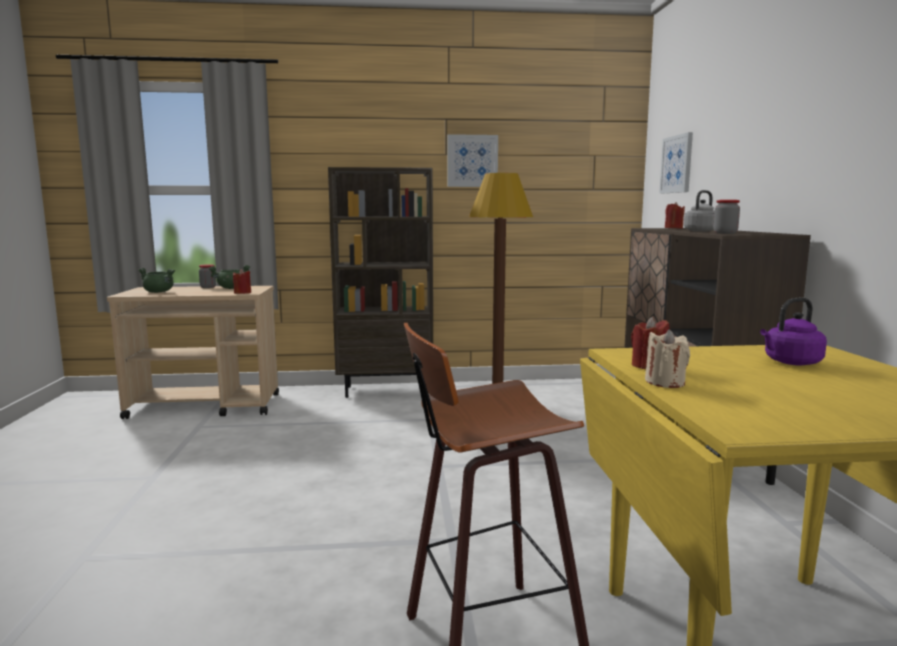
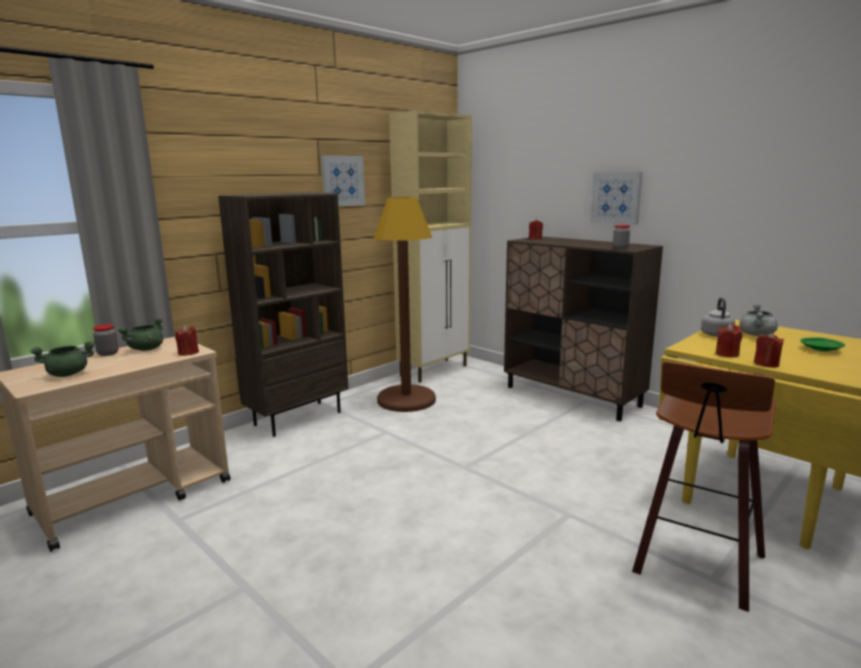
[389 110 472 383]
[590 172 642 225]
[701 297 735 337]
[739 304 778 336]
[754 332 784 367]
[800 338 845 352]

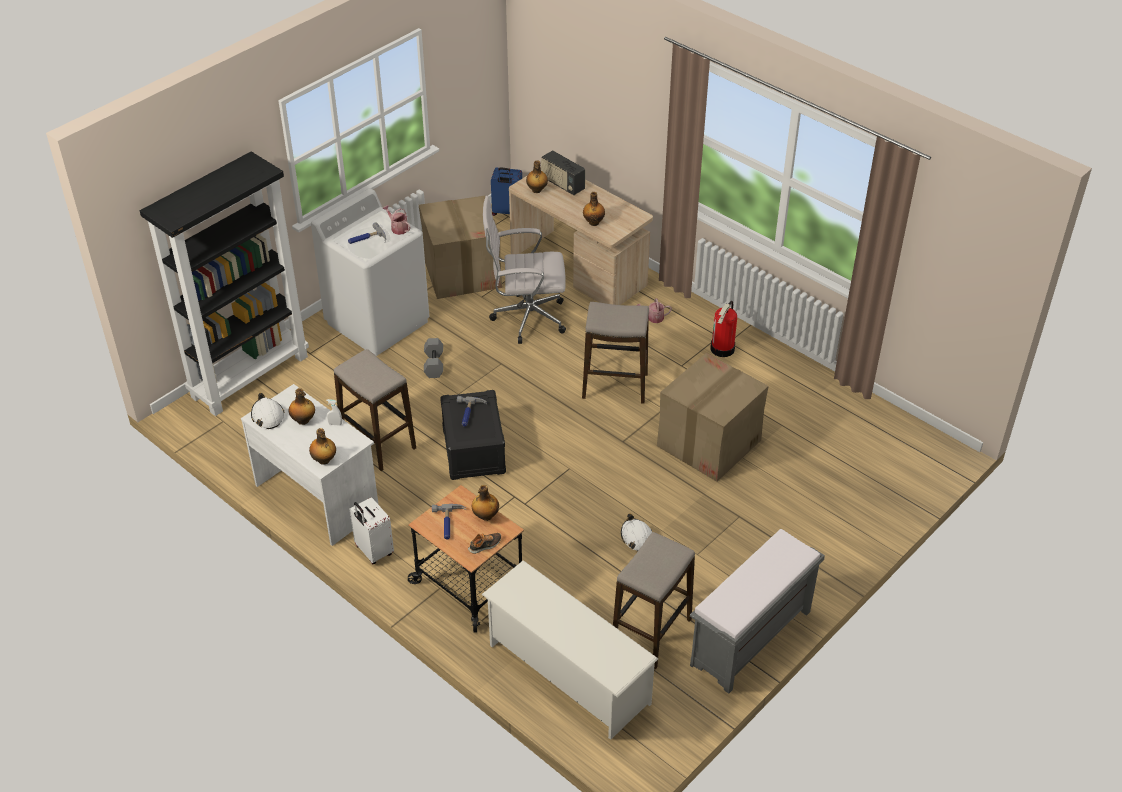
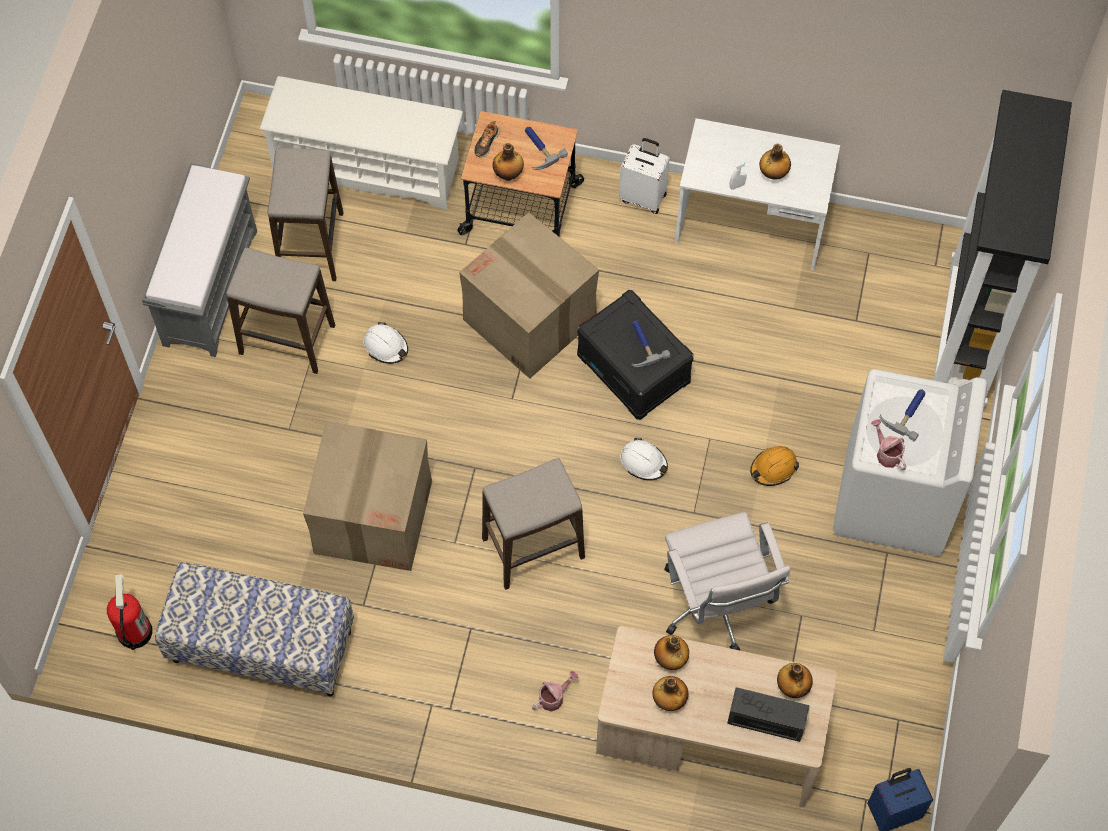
[107 574 153 650]
[155 562 354 697]
[226 248 335 374]
[459 212 599 379]
[620 438 668 480]
[652 676 689 711]
[664 512 790 651]
[750 446 799 486]
[871 419 906 470]

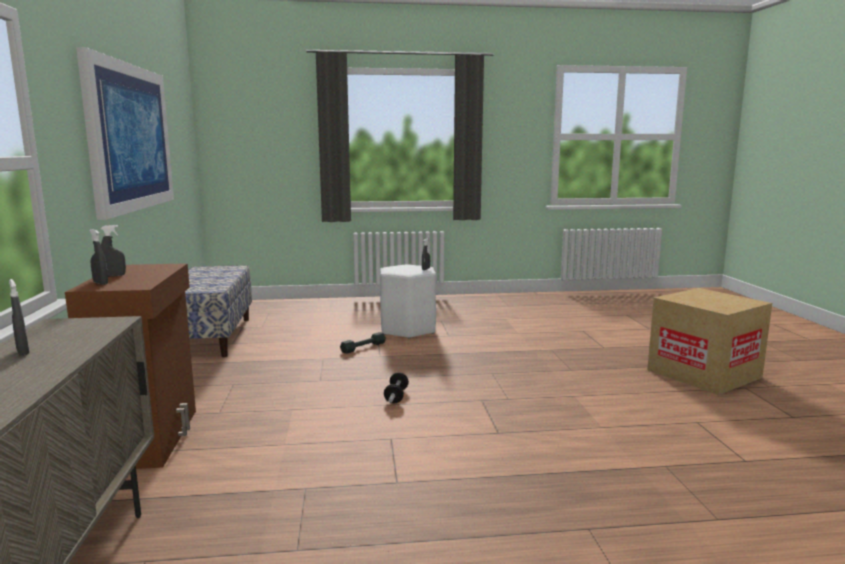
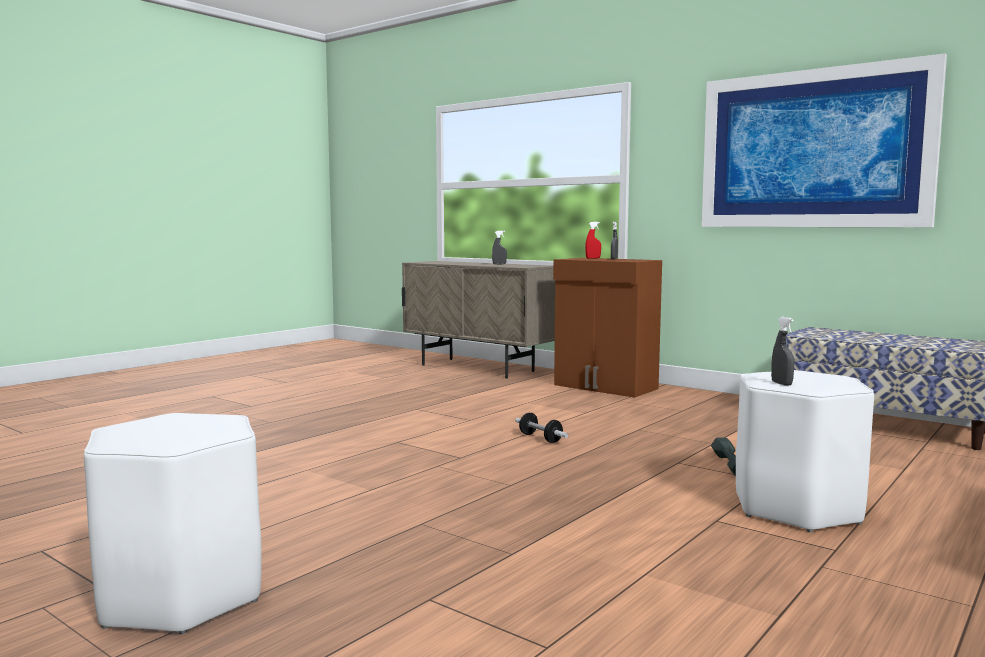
[84 413 262 634]
[585 222 601 258]

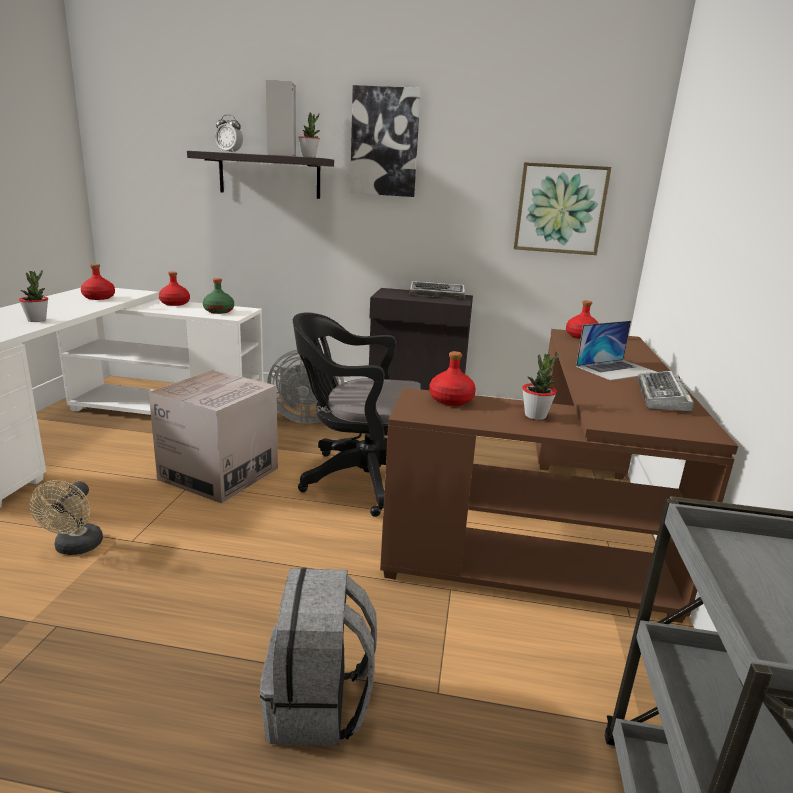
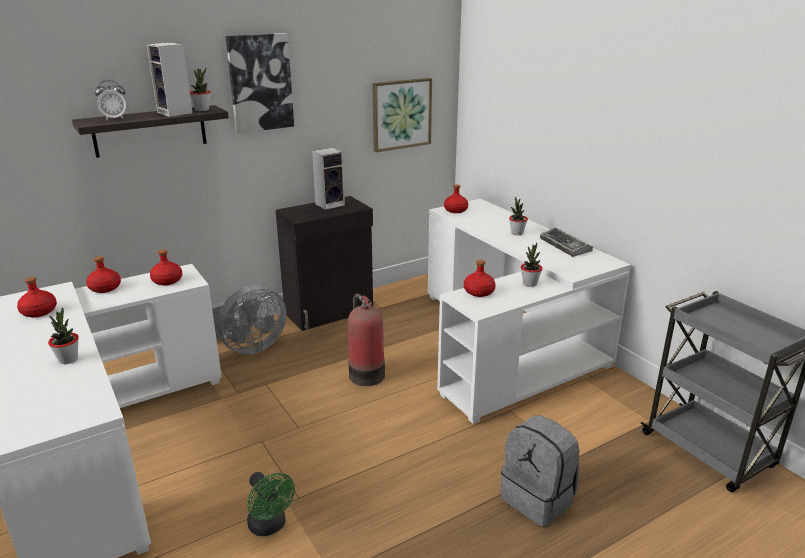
[150 249 182 286]
[247 472 295 536]
[312 148 345 210]
[348 294 385 386]
[428 199 631 424]
[509 197 528 235]
[149 370 278 503] (first image)

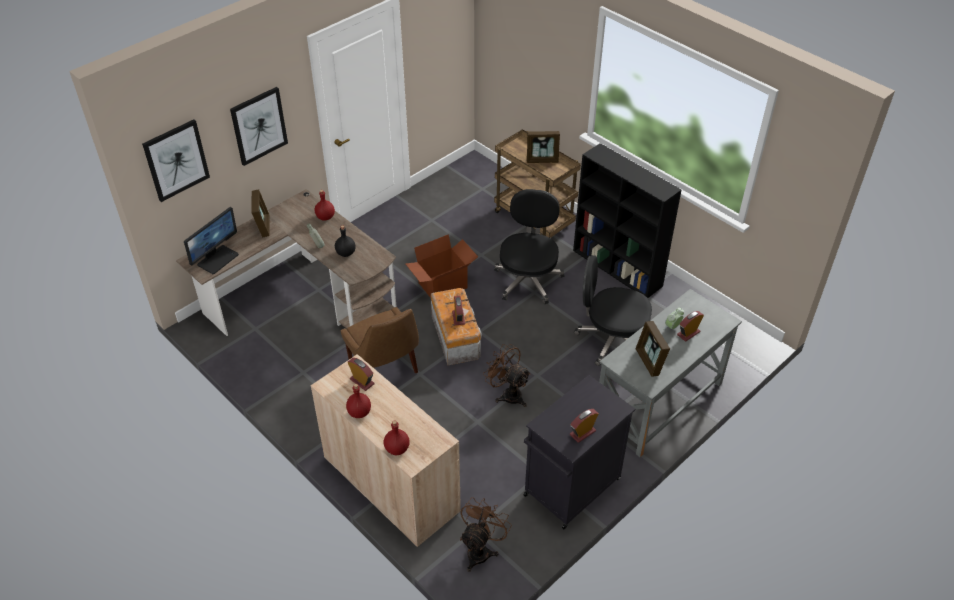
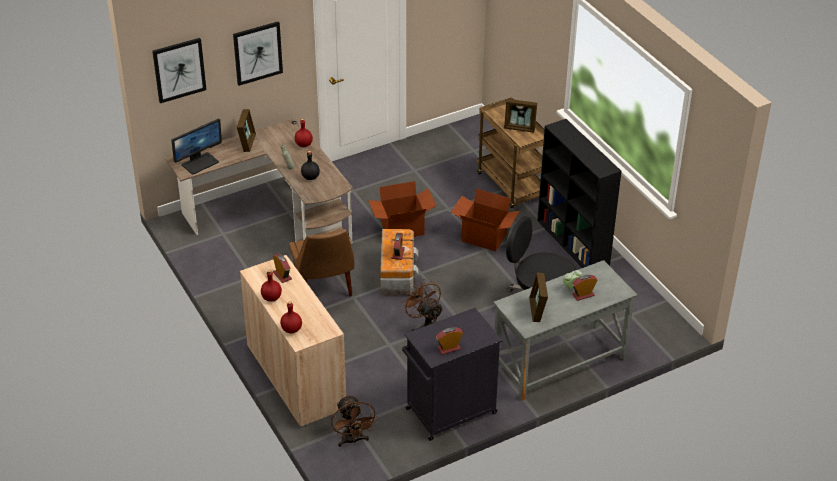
[331 394 378 447]
[451 188 520 251]

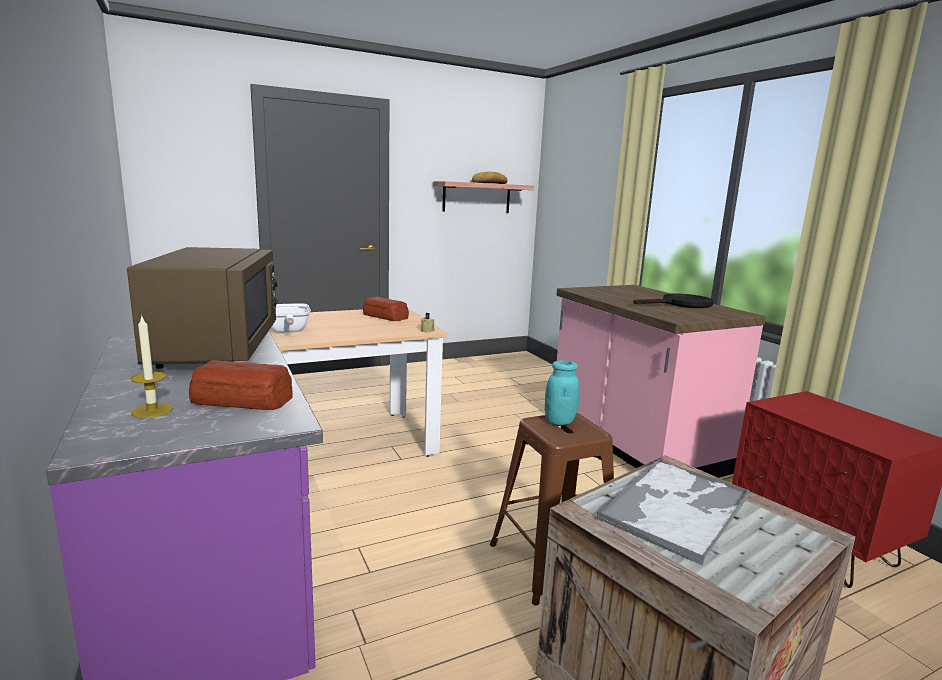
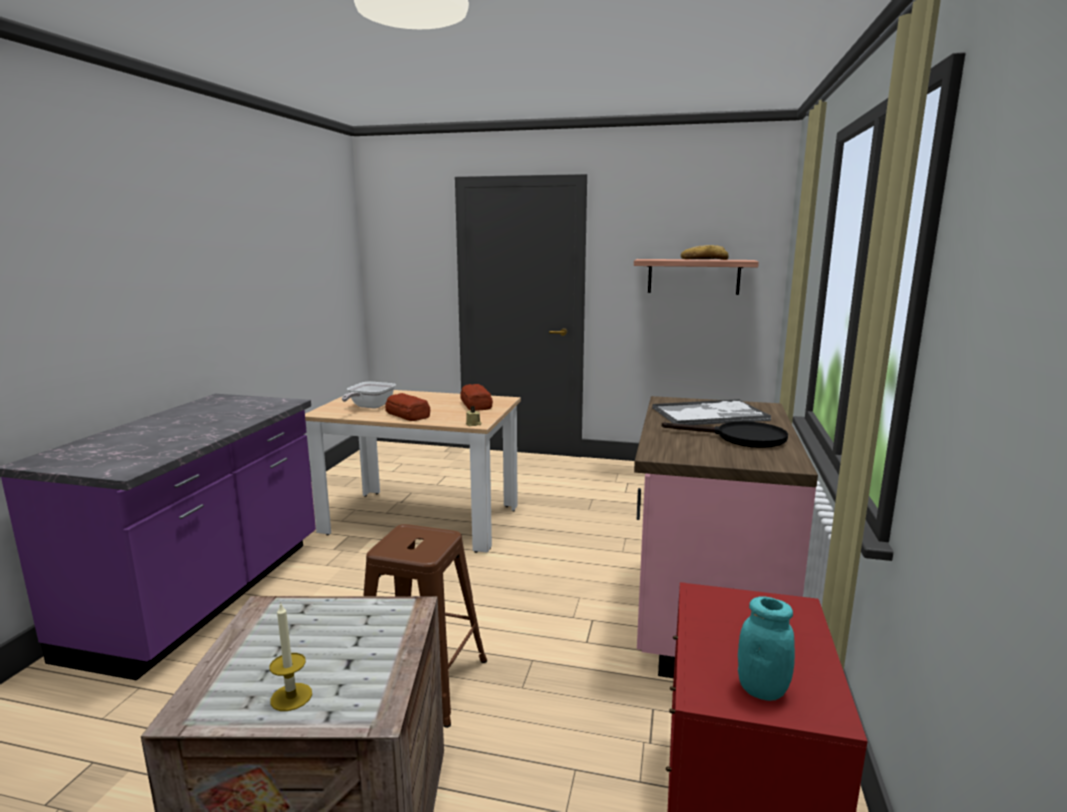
[269 602 312 711]
[385 393 430 421]
[652 399 771 425]
[738 596 795 701]
[127 247 278 368] (first image)

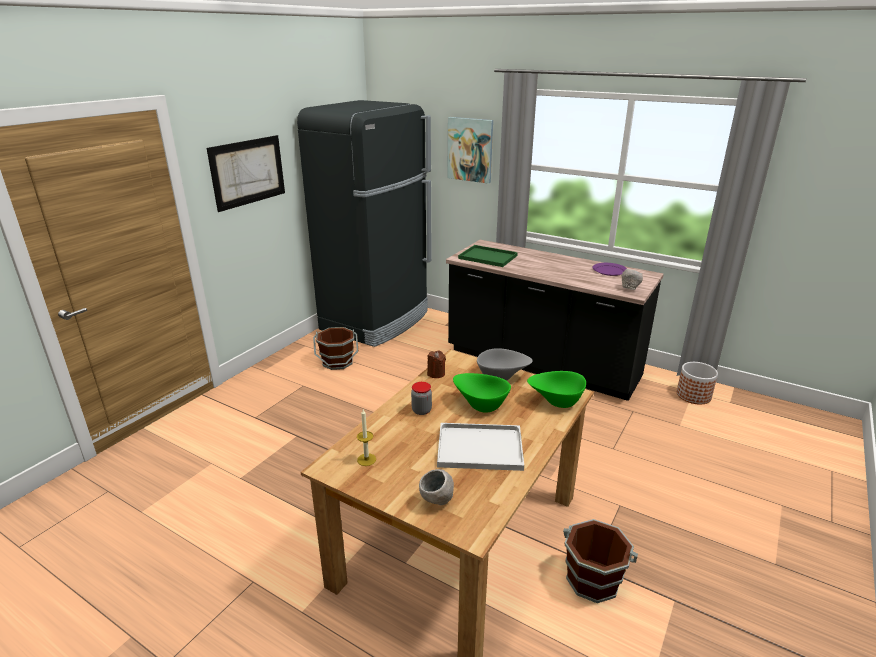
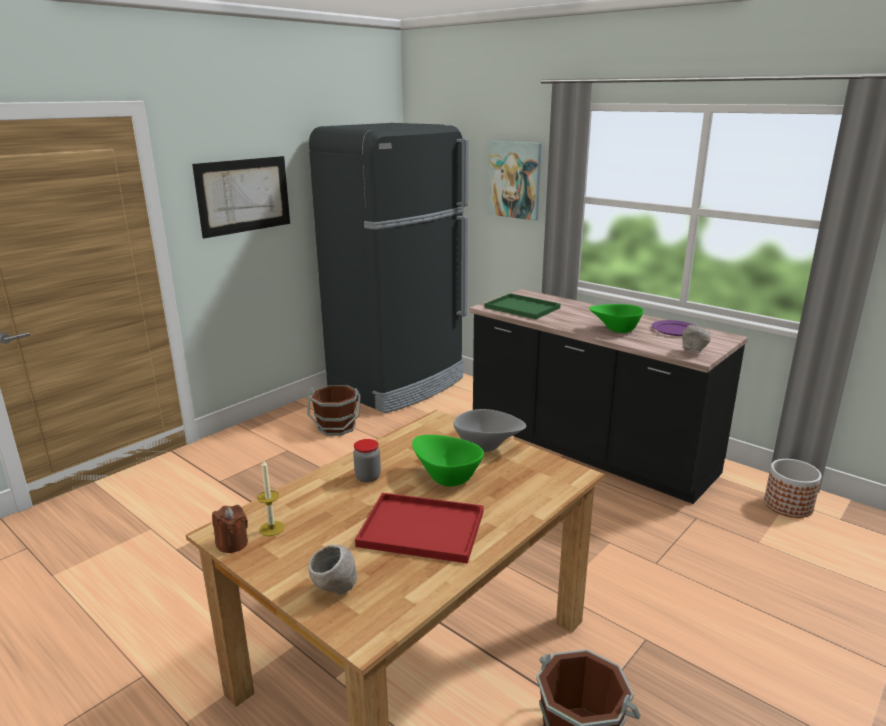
[212 505 248 553]
[355 493 484 563]
[589 304 644 333]

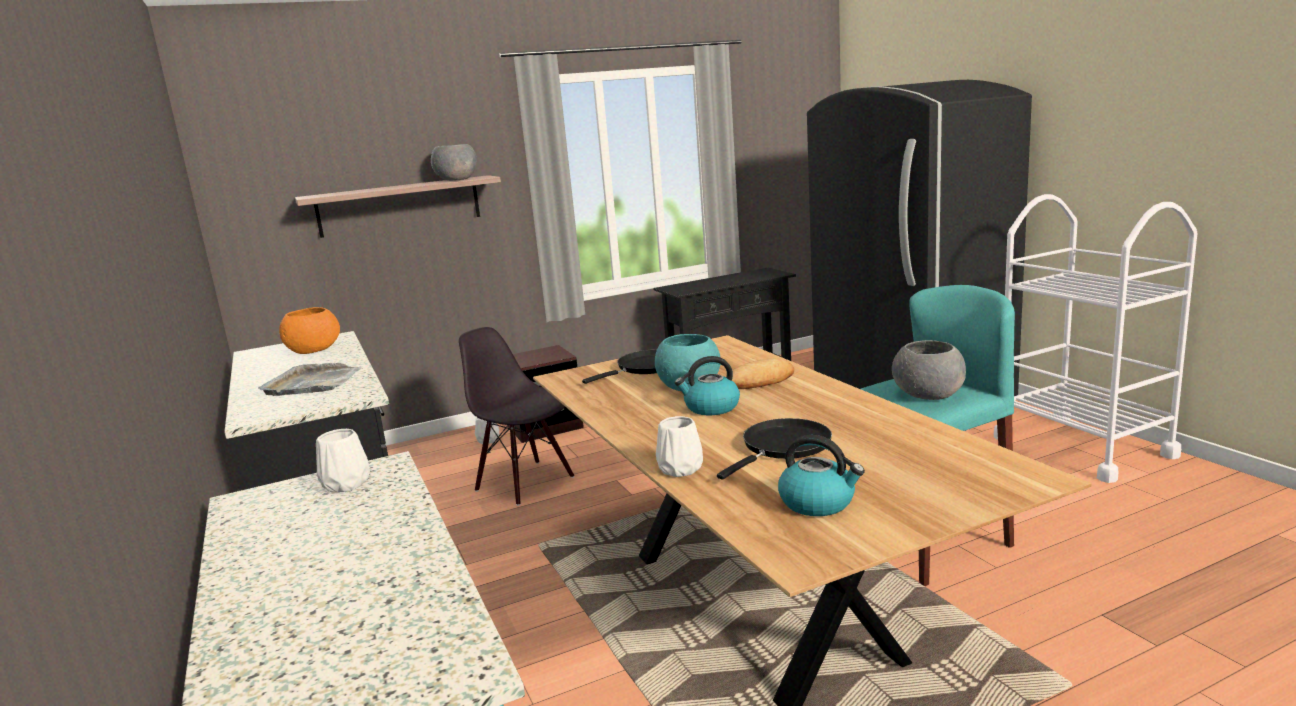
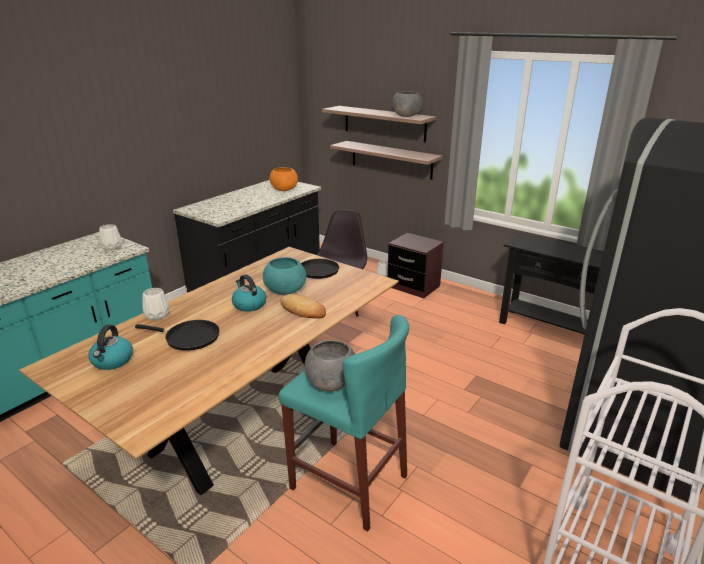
[330 141 443 180]
[258 363 361 396] (first image)

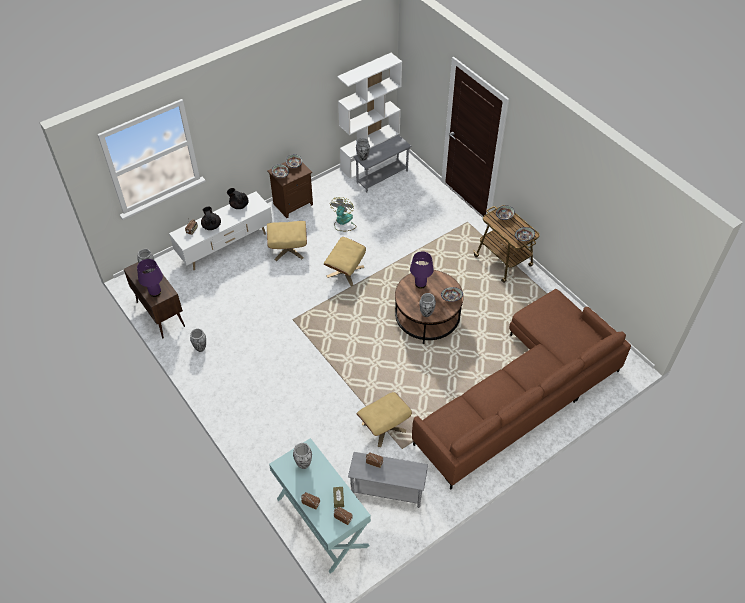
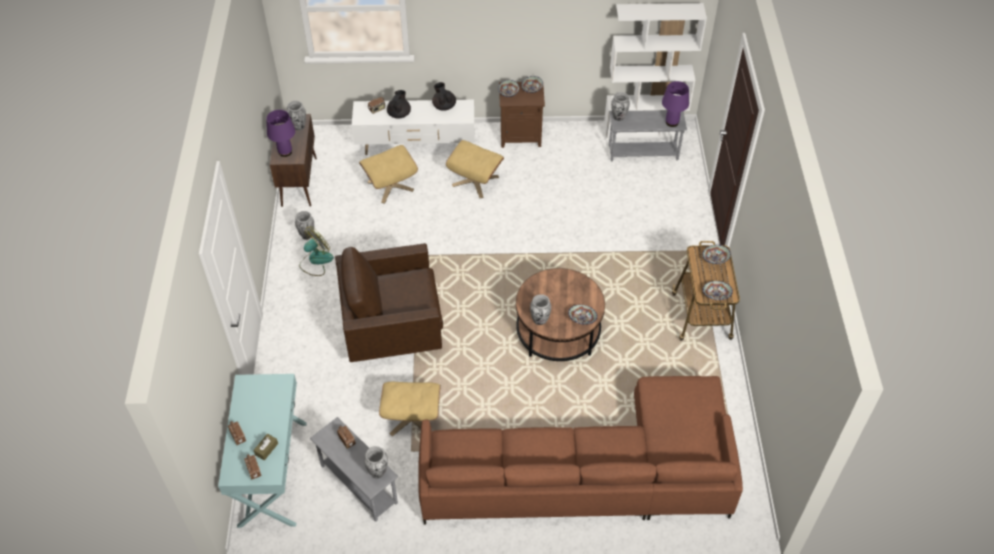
[299 226 334 276]
[335 243 443 362]
[359 145 418 204]
[364 446 388 479]
[662 81 689 127]

